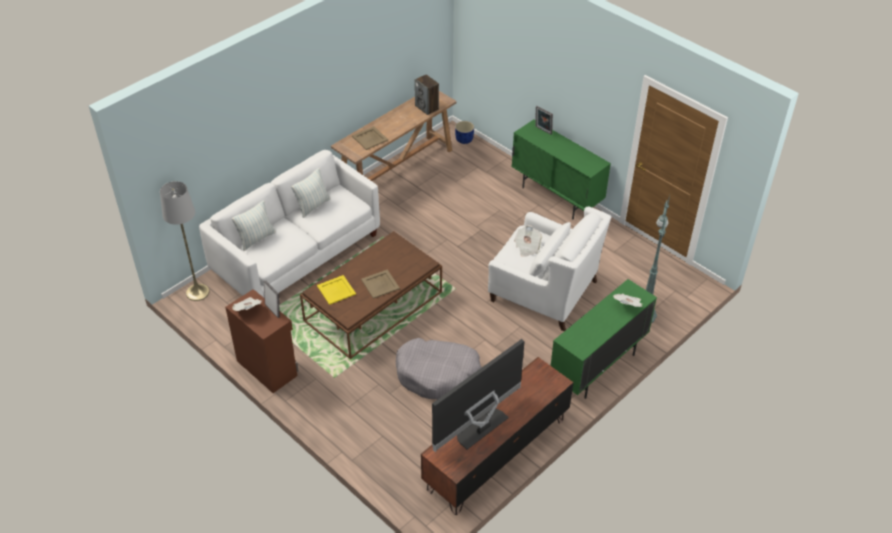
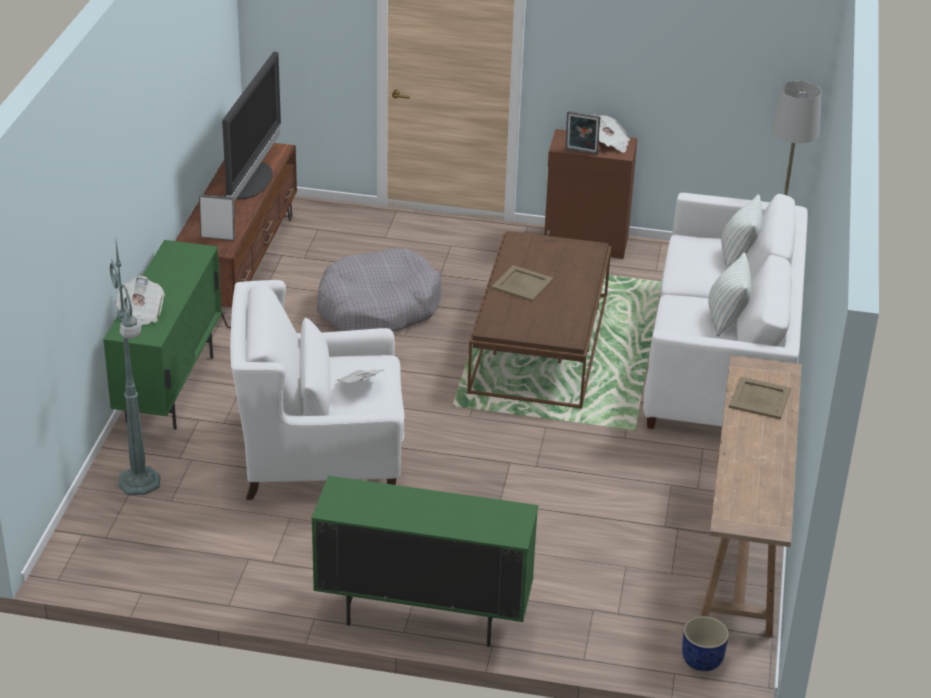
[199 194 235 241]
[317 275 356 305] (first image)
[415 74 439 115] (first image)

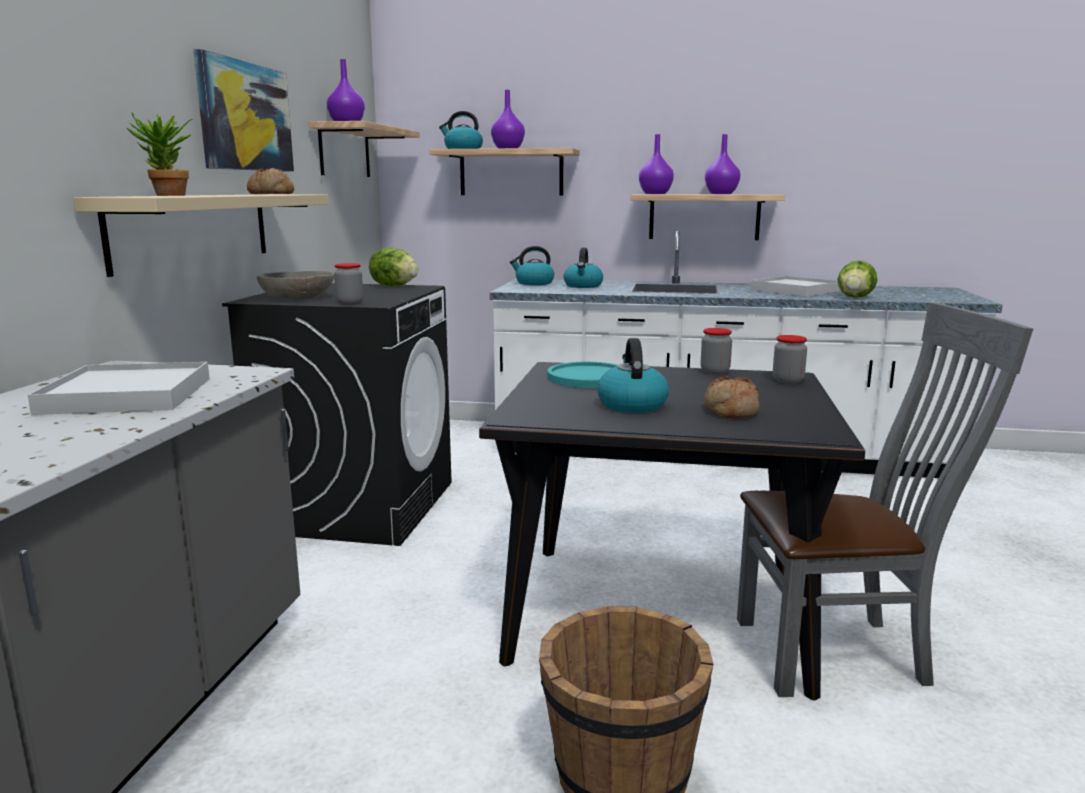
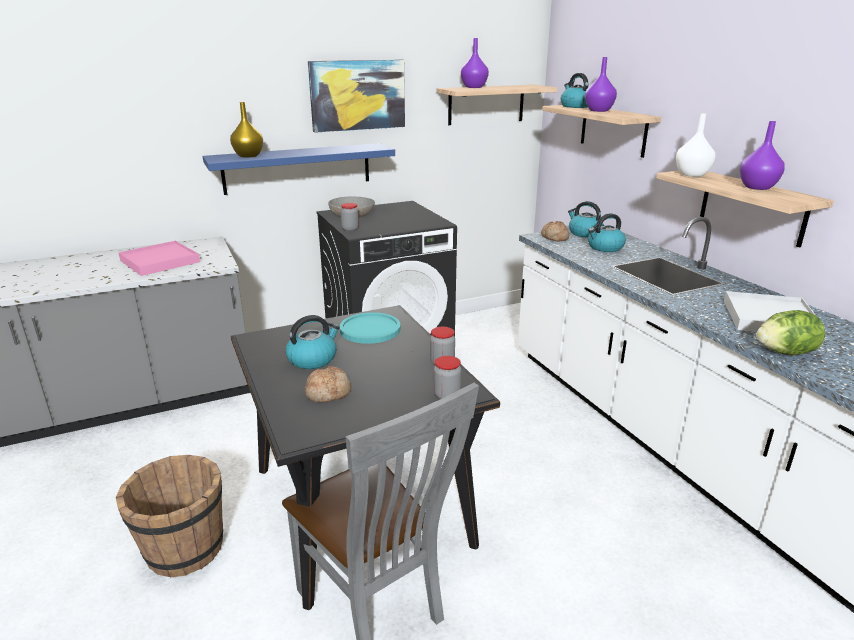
[118 241 200 276]
[203 143 395 195]
[230 102 263 158]
[541 221 569 242]
[676 113 715 177]
[369 247 419 286] (first image)

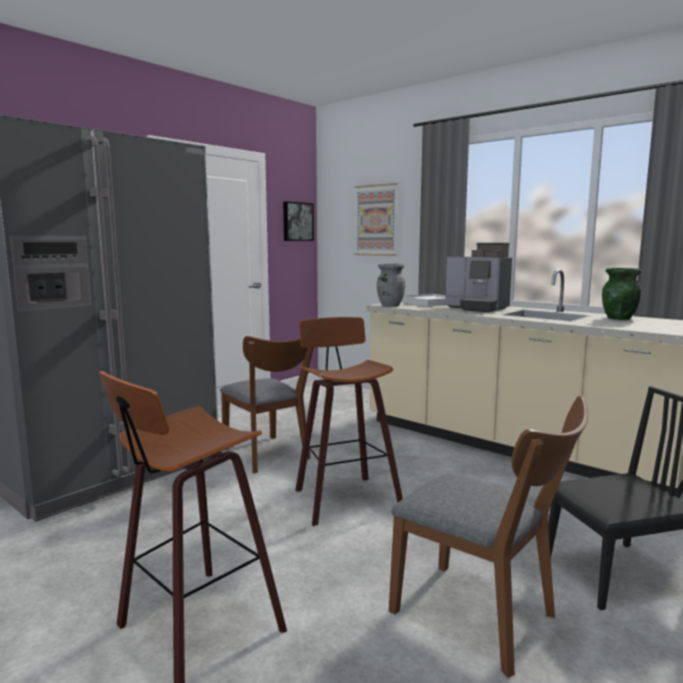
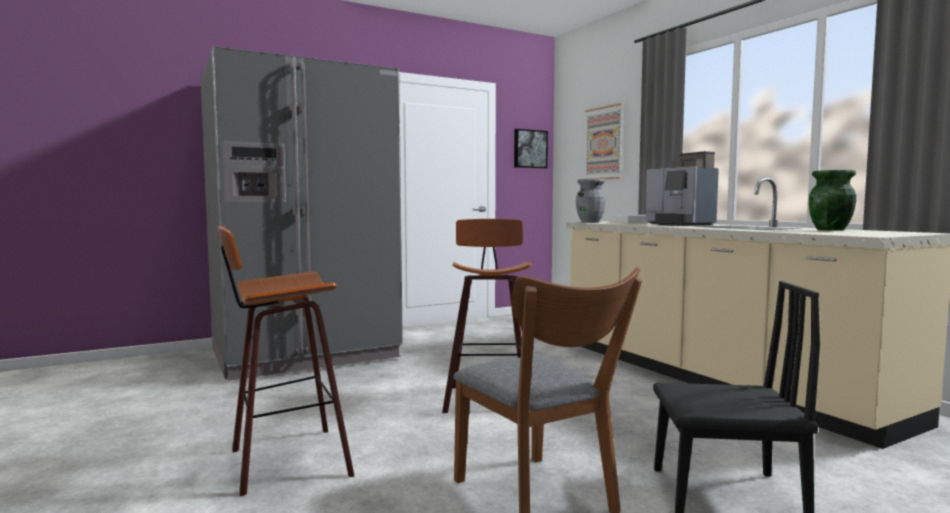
[220 336 314 473] (first image)

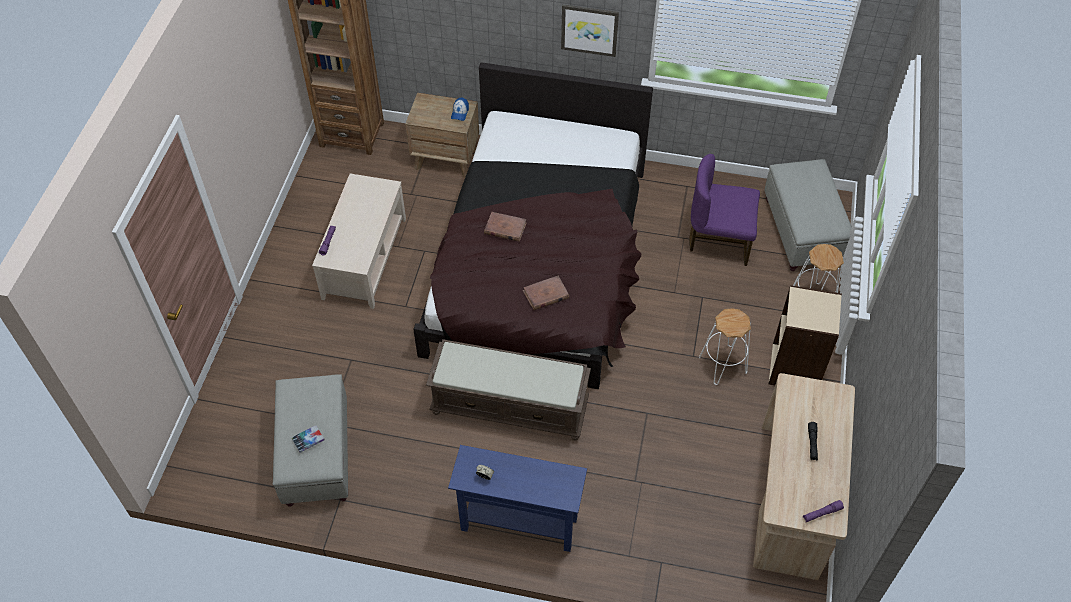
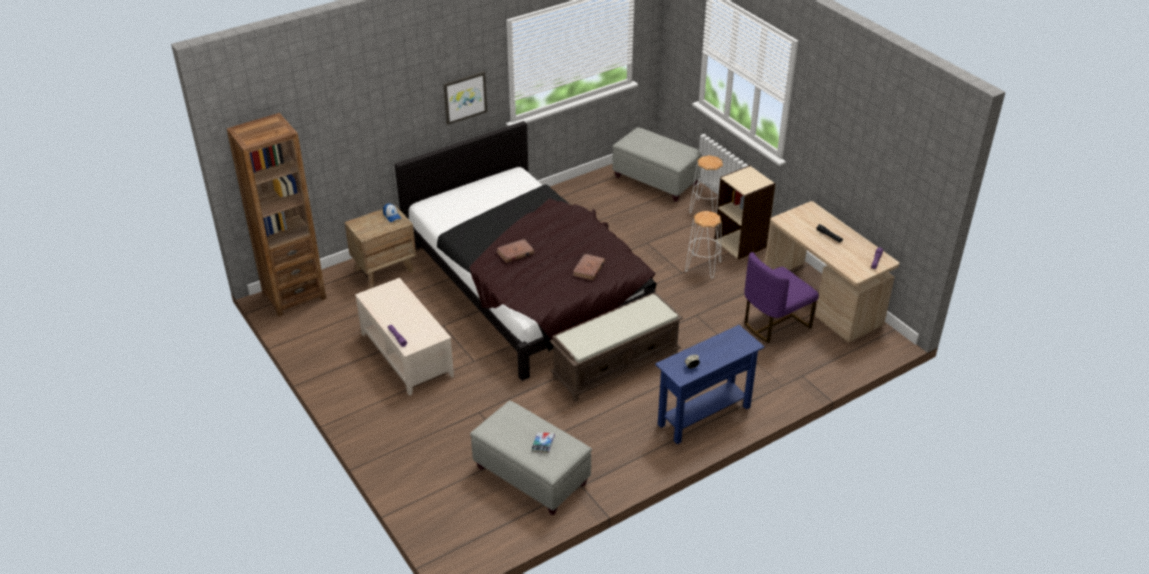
[744 252 819 343]

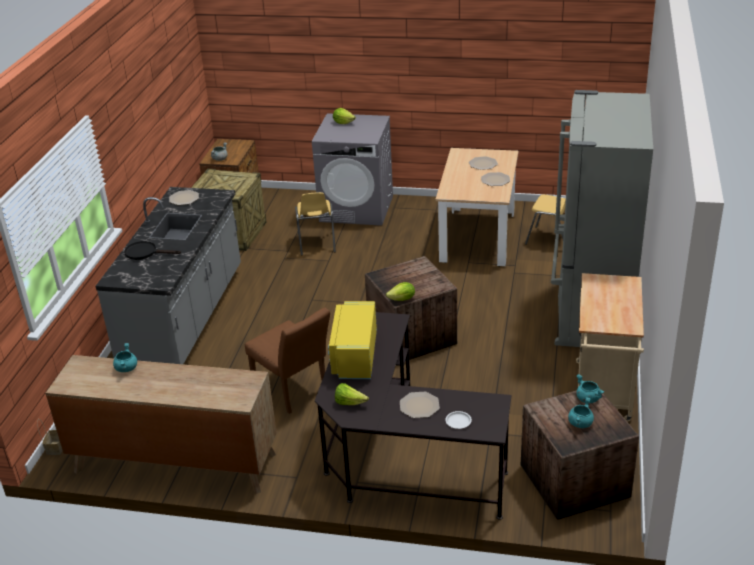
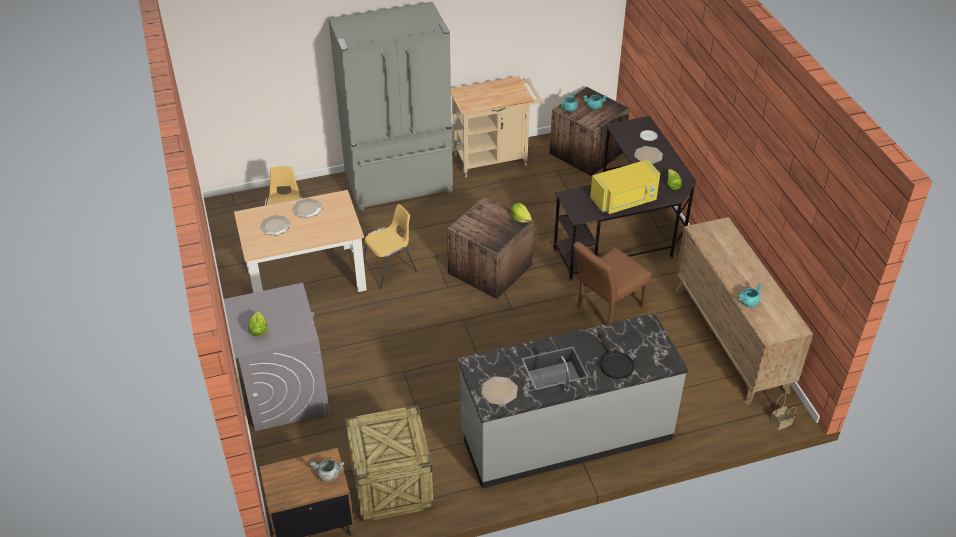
[363 204 417 290]
[573 242 651 324]

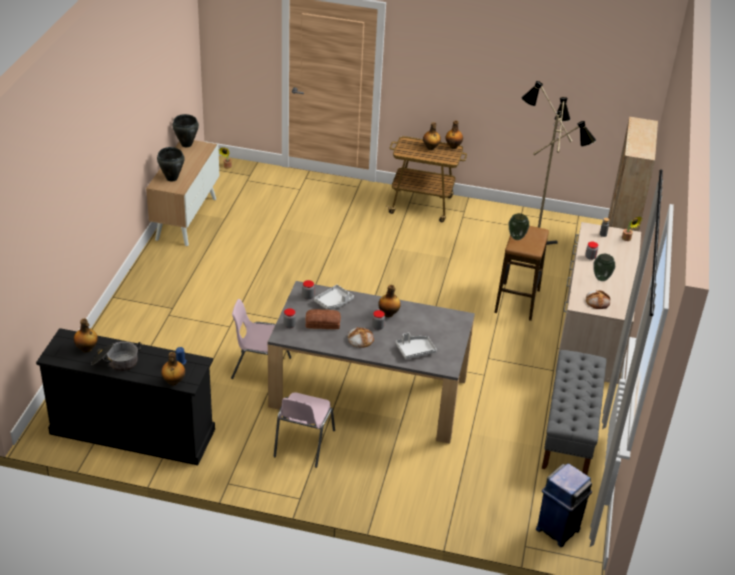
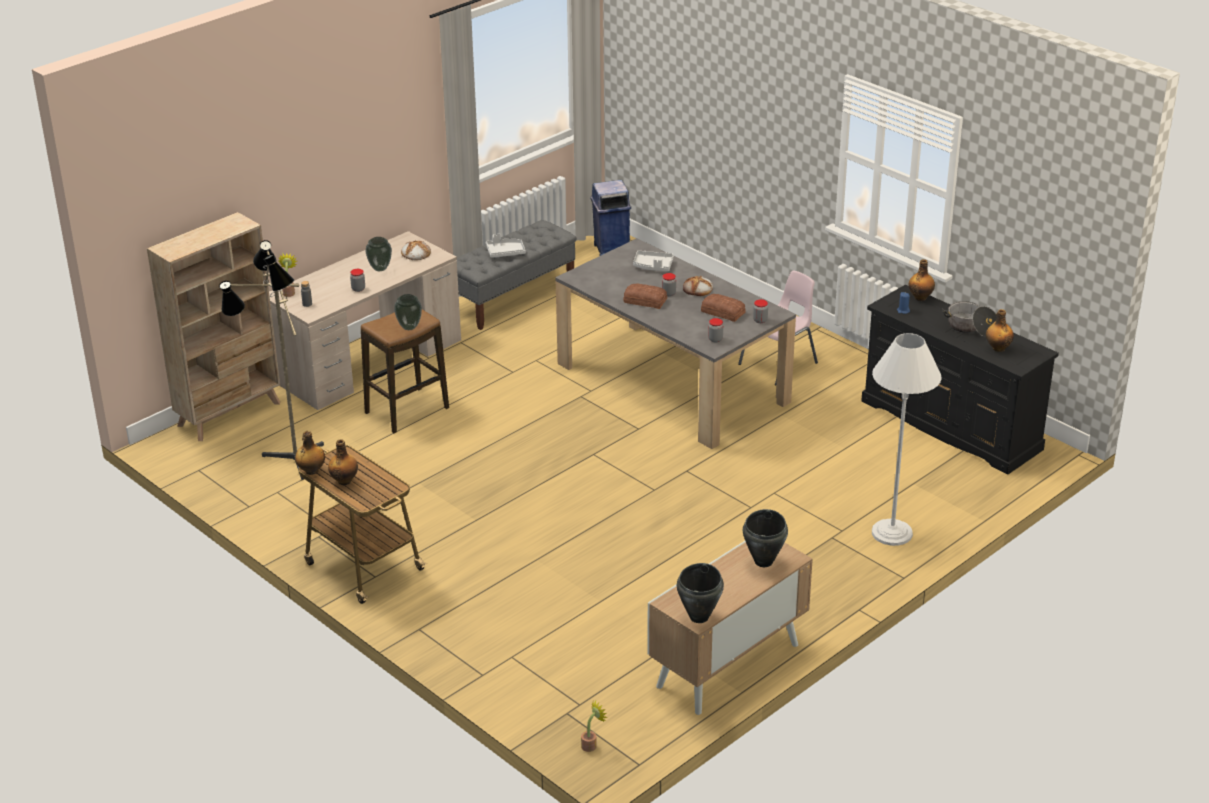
[486 233 526 258]
[623 283 667 309]
[872 333 942 546]
[231 299 291 379] (first image)

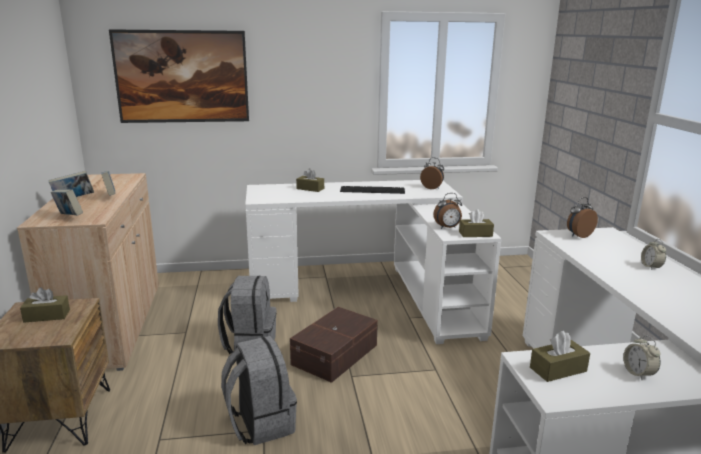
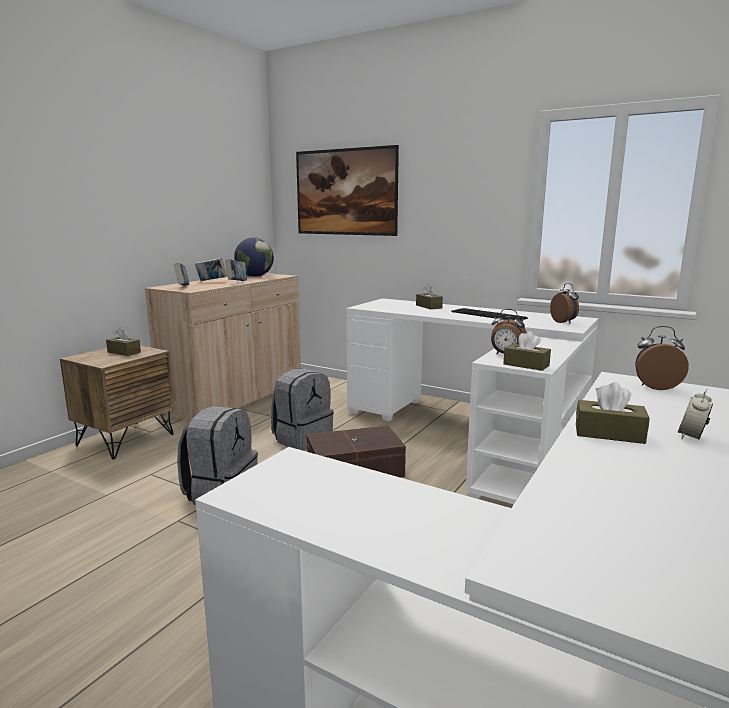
[234 237 274 277]
[576 382 650 444]
[623 335 661 380] (first image)

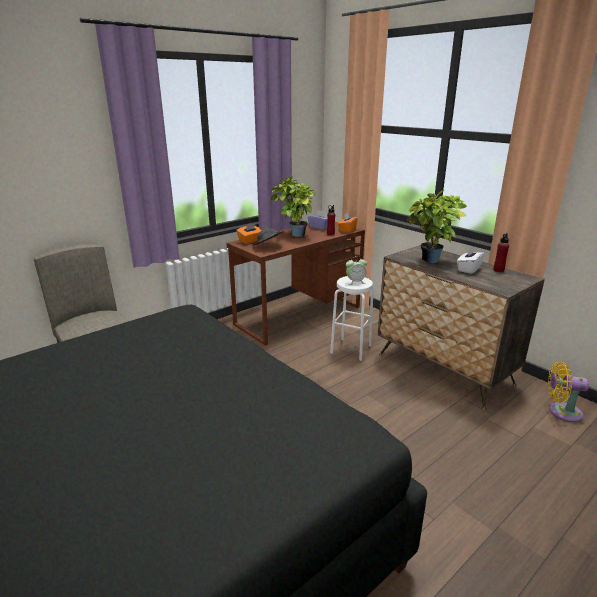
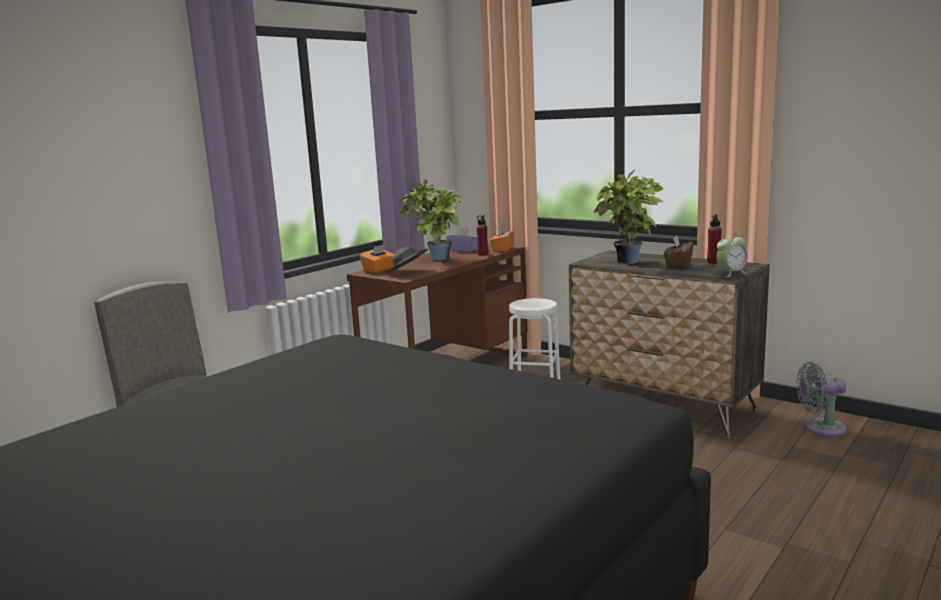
[664 236 693 268]
[717 233 748 277]
[796 362 847 436]

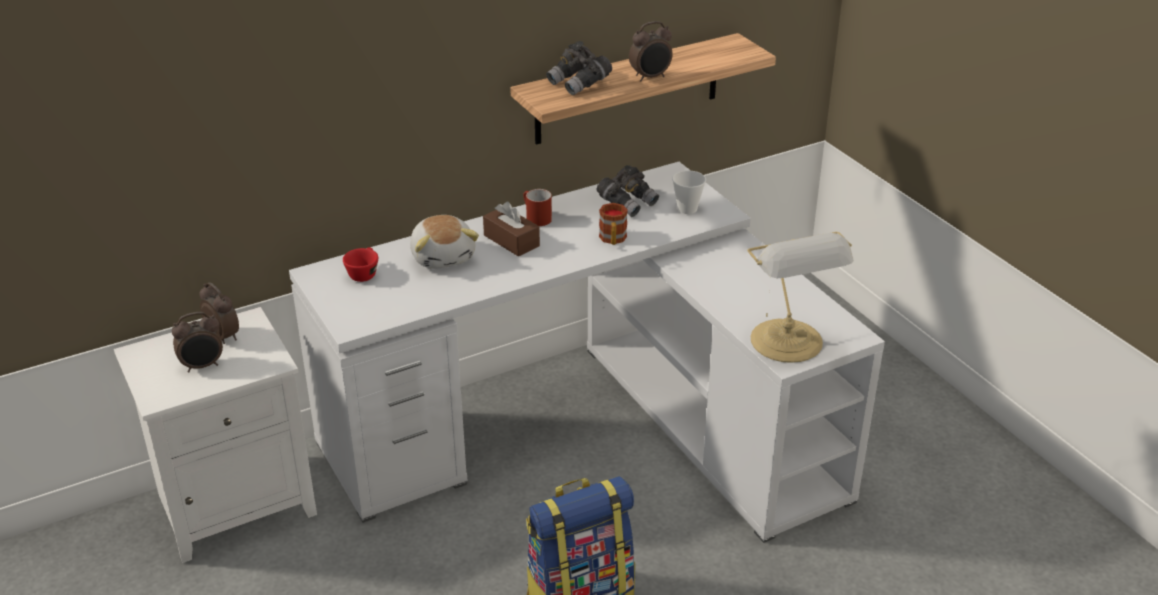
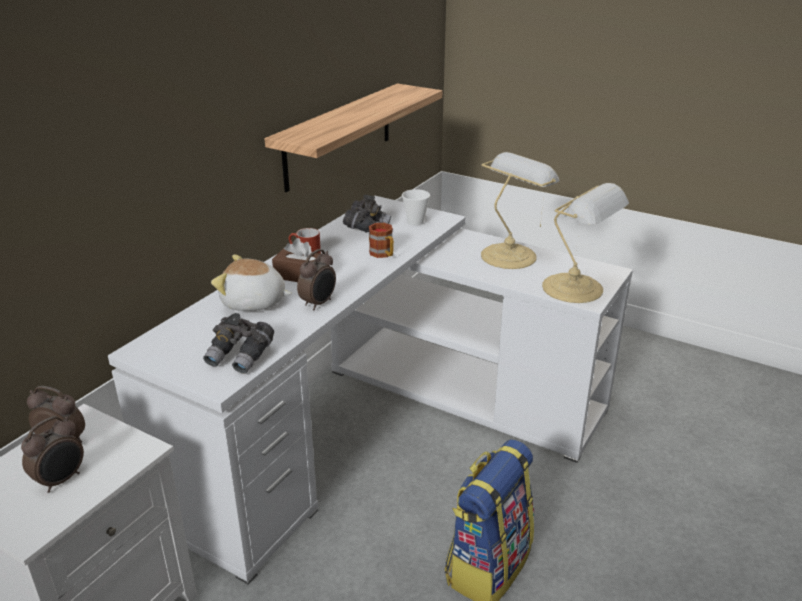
[203 313 274 374]
[211 255 292 311]
[297 249 336 310]
[481 152 560 269]
[343 247 378 282] (first image)

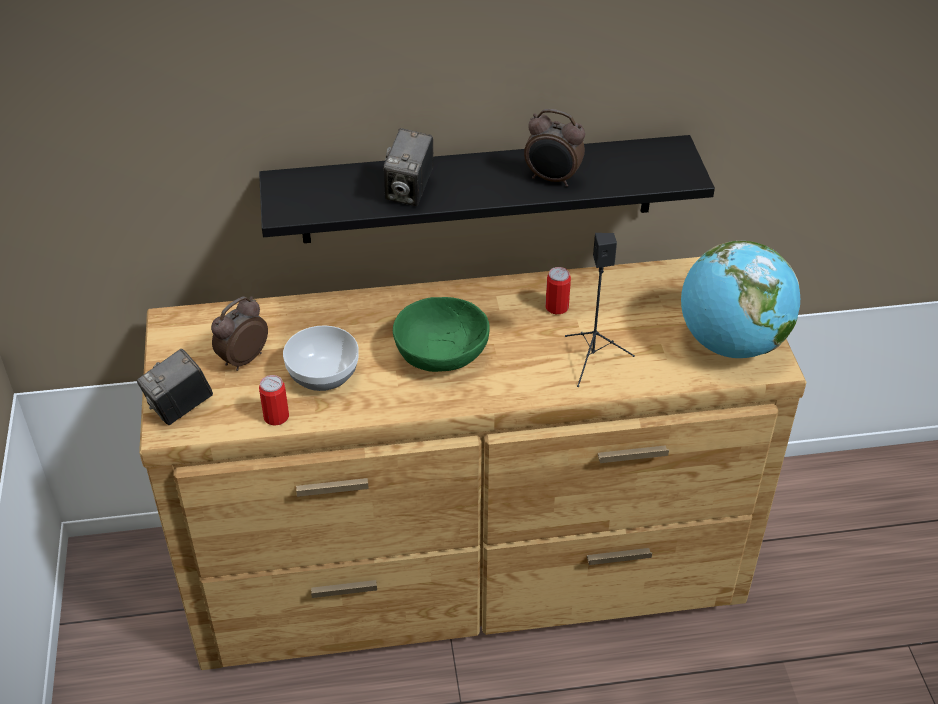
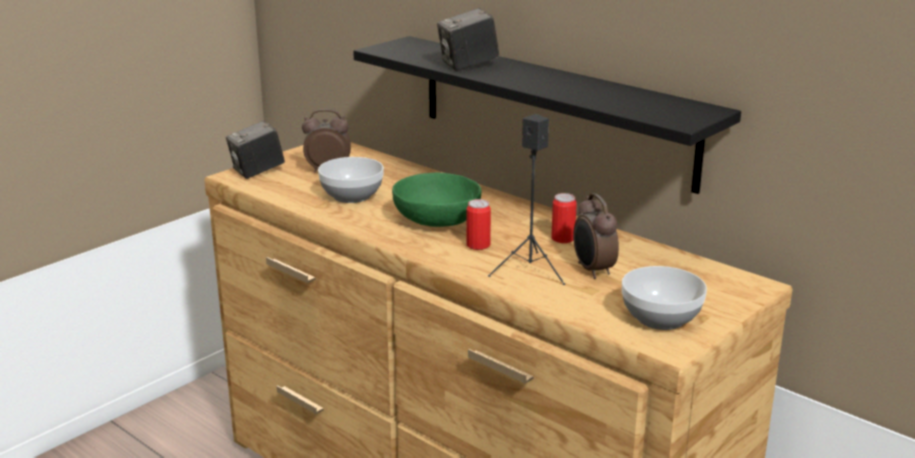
[226 121 285 179]
[466 199 491 250]
[573 193 619 279]
[622 266 707 330]

